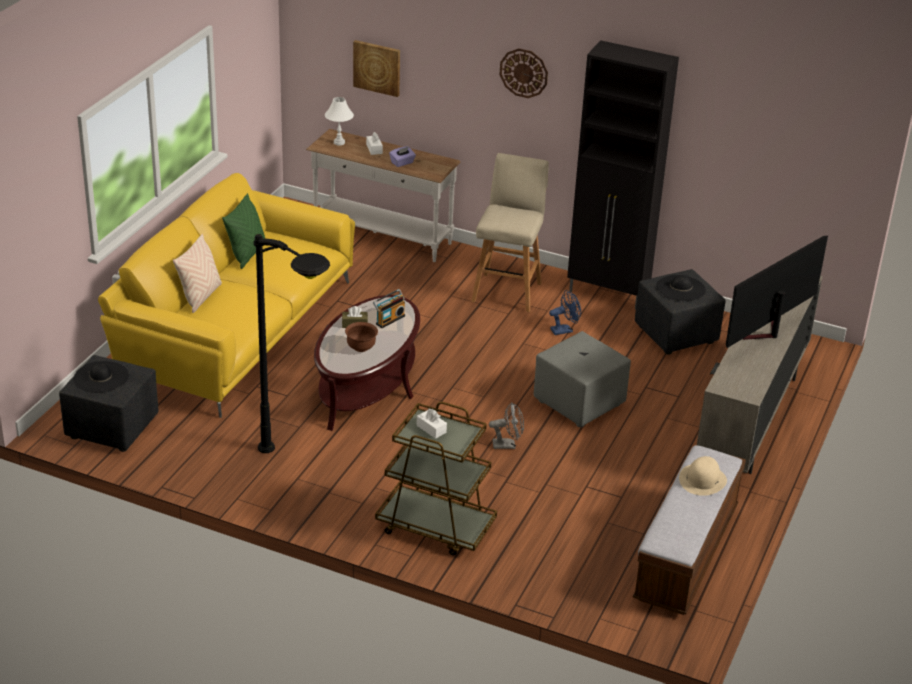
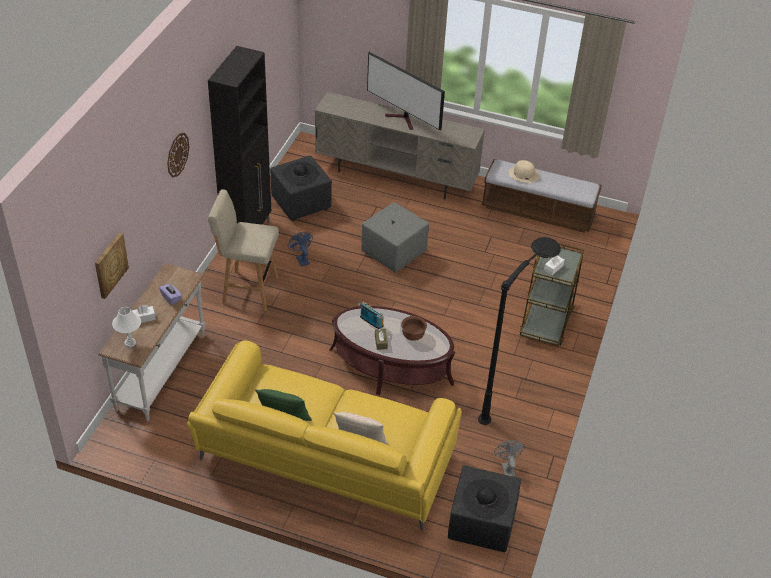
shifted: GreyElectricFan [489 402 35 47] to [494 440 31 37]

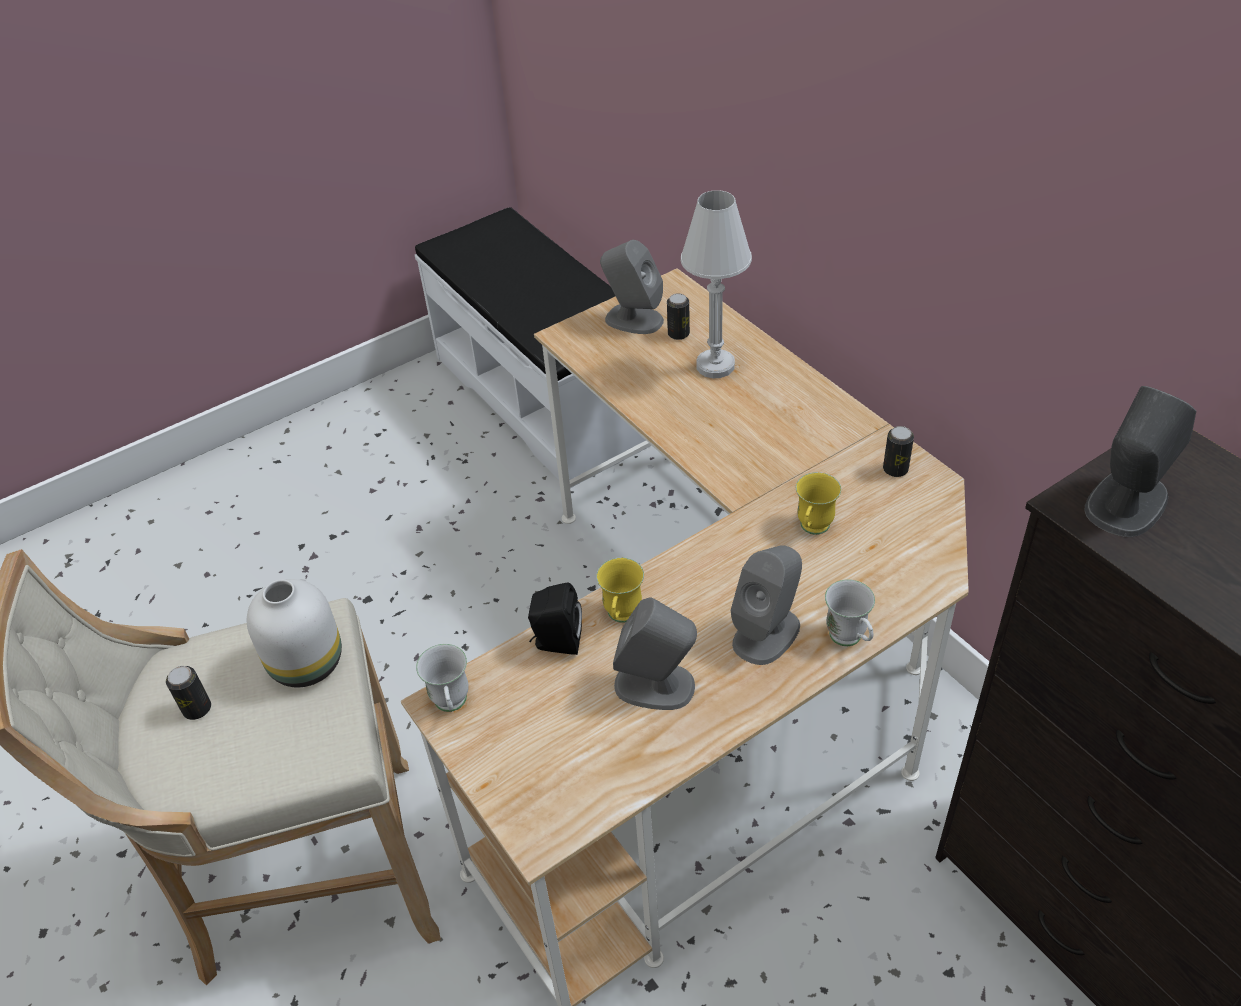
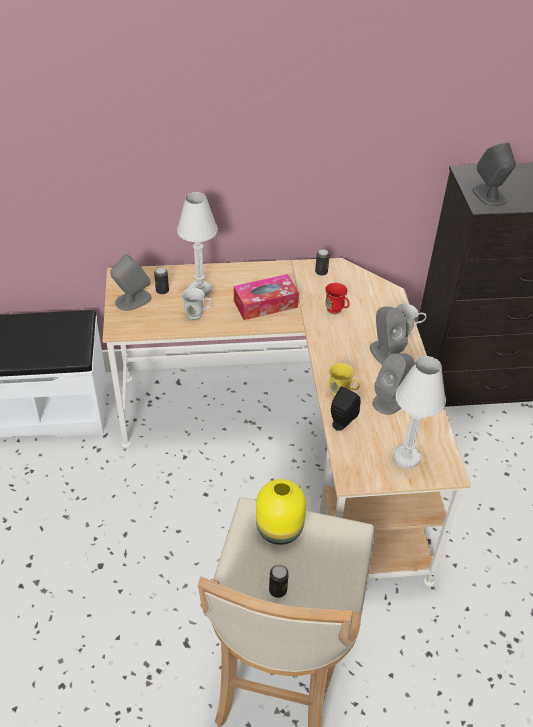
new: TissueHolder [234 274 65 46]; WhiteColouredTabletopLamp [393 356 53 113]
shifted: WhiteColouredCoffeeMug [416 644 53 68] to [181 288 32 32]
repainted: WhiteColouredFlowerVase [247 579 95 108] to YellowColouredFlowerVase [256 479 50 66]; YellowColouredCoffeeMug [796 472 45 63] to ReddishCoffeeMug [325 282 25 33]

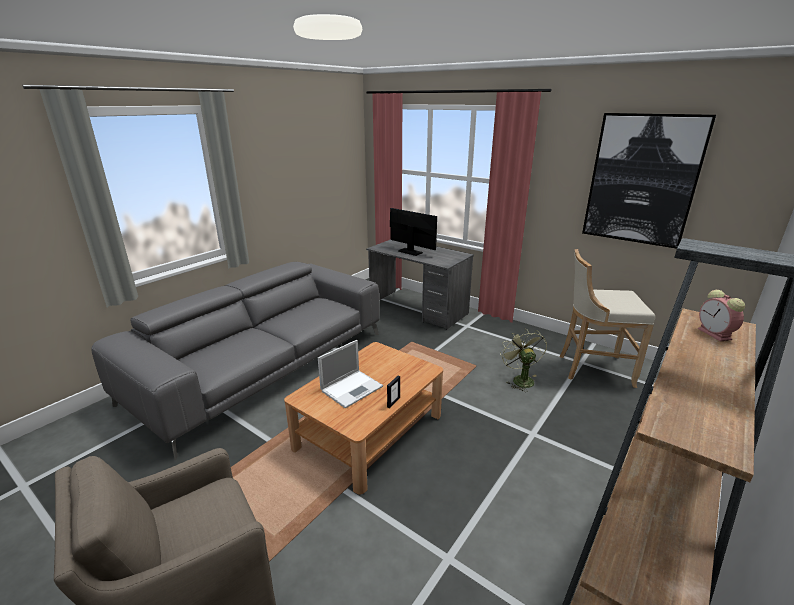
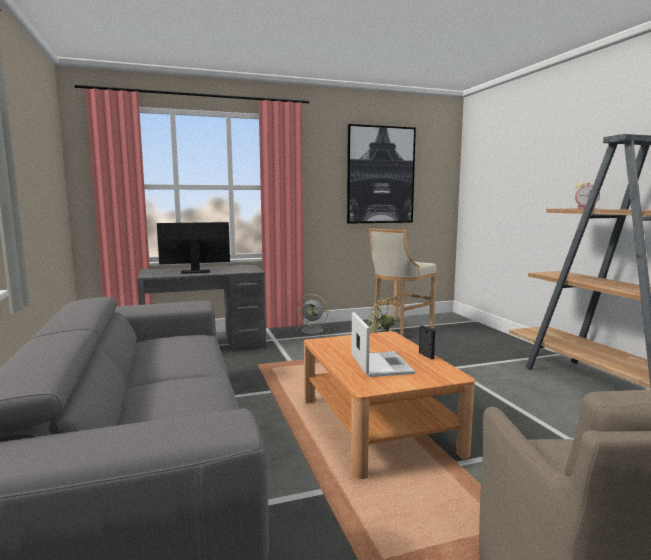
new: GreyElectricFan [297 294 32 41]

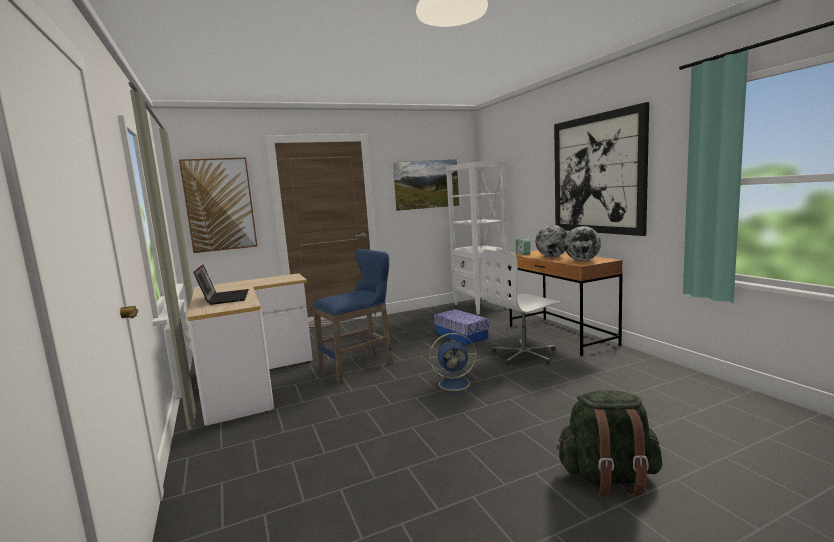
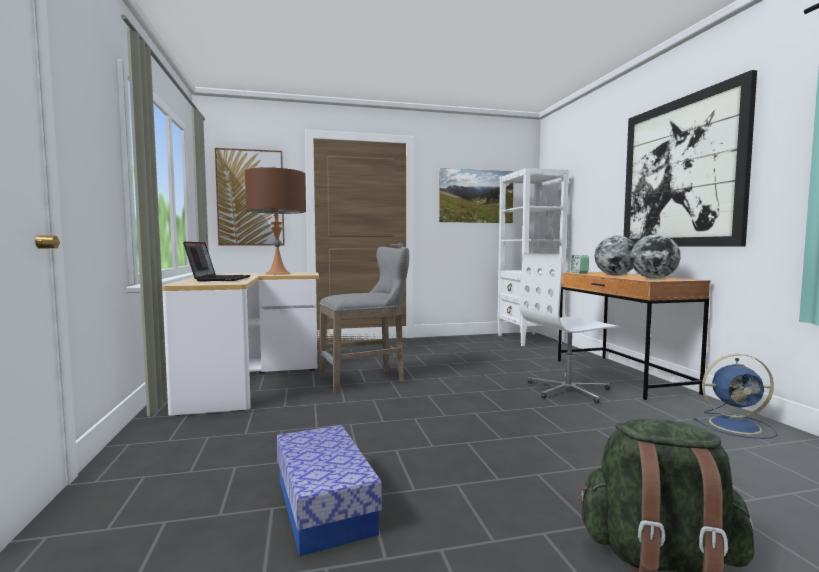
new: BrownColouredTabletopLamp [245 168 61 107]
shifted: BluishElectricFan [429 333 49 61] to [693 354 84 85]; StorageBox [434 309 55 36] to [277 425 105 131]
repainted: BluishStool [312 249 81 134] to GreyStool [319 247 90 146]

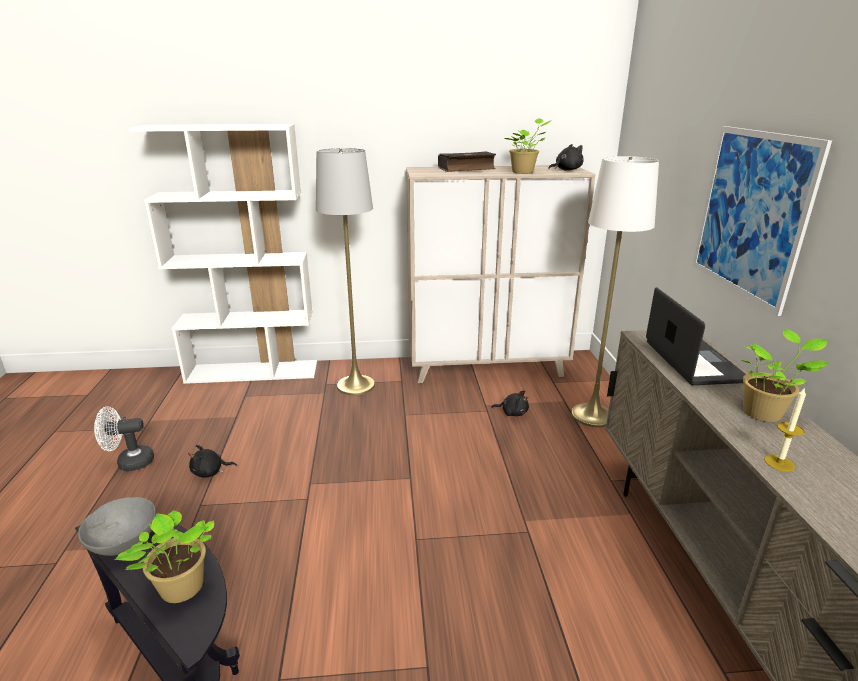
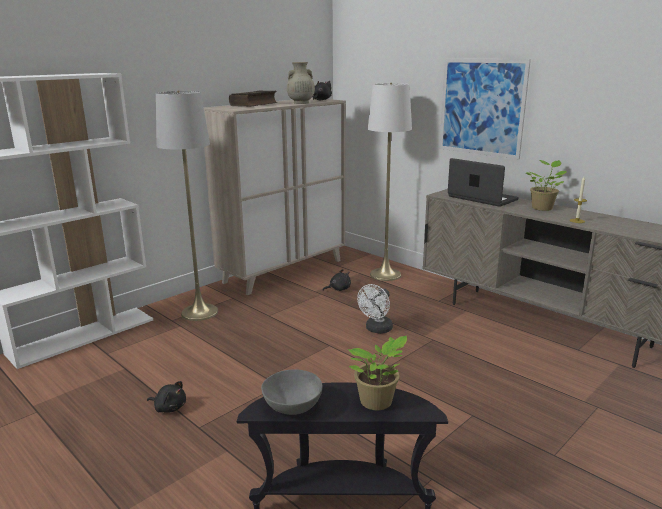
shifted: WhiteColouredElectricFan [94 406 60 65] to [357 284 36 50]
swapped: PottedPlant [504 118 48 56] to BeigeColouredFlowerVase [287 62 28 42]
rotated: BlackColouredPlushToy [188 445 49 33] = [147 381 39 32] 105 degrees counterclockwise

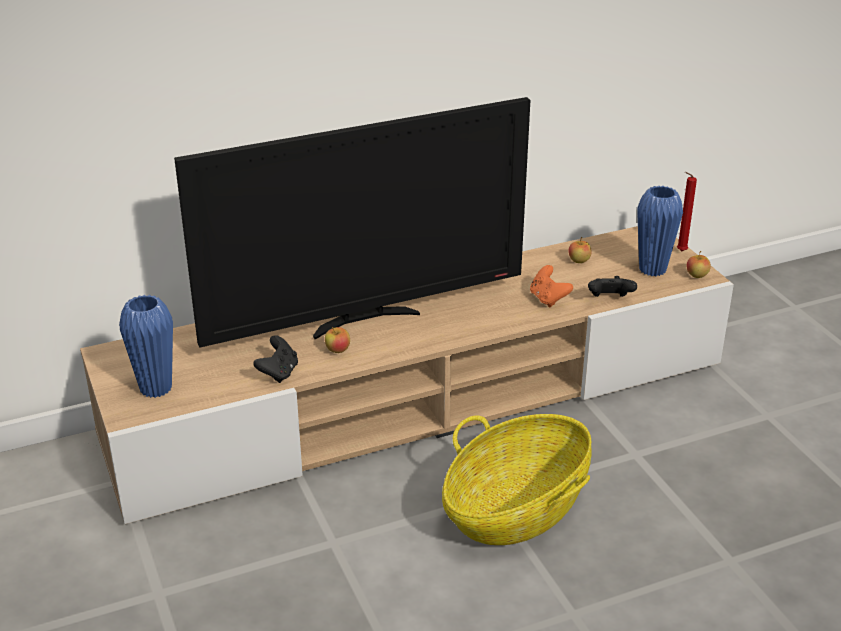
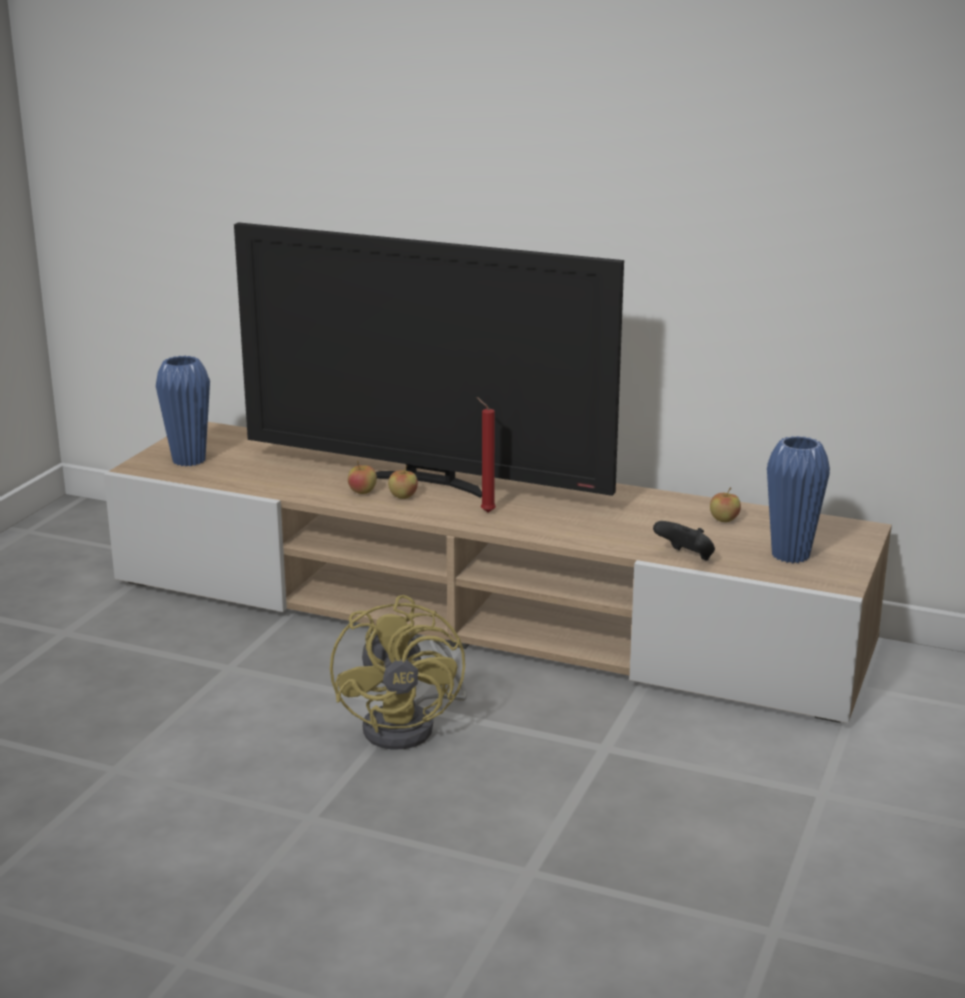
gone: BlackColouredJoypad [253 335 45 48]; OrangeyJoypad [530 265 43 42]
shifted: ReddishWaxCandle [677 172 20 79] to [476 397 20 116]; Apple [687 251 24 27] to [388 465 30 34]
swapped: Basket [442 414 149 131] to YellowColouredElectricFan [330 595 137 155]

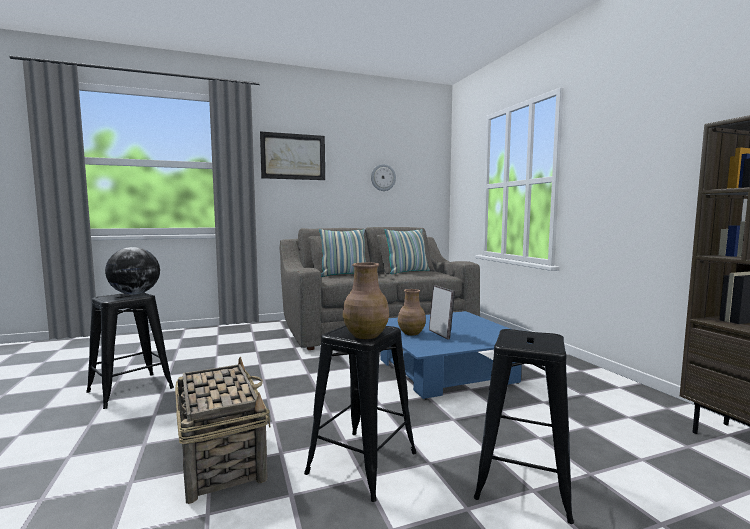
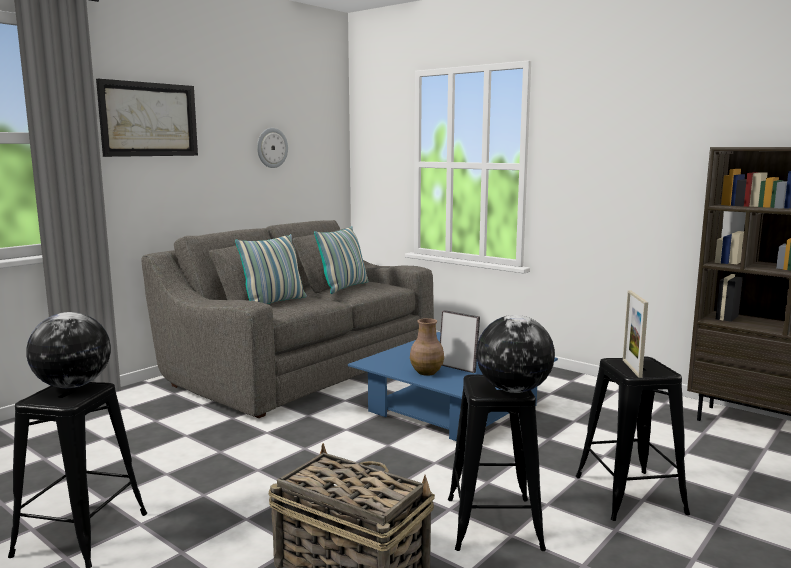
new: PictureFrame [623 290 25 88]
swapped: BrownColouredFlowerVase [343 262 46 77] to WorldGlobe [476 315 79 78]

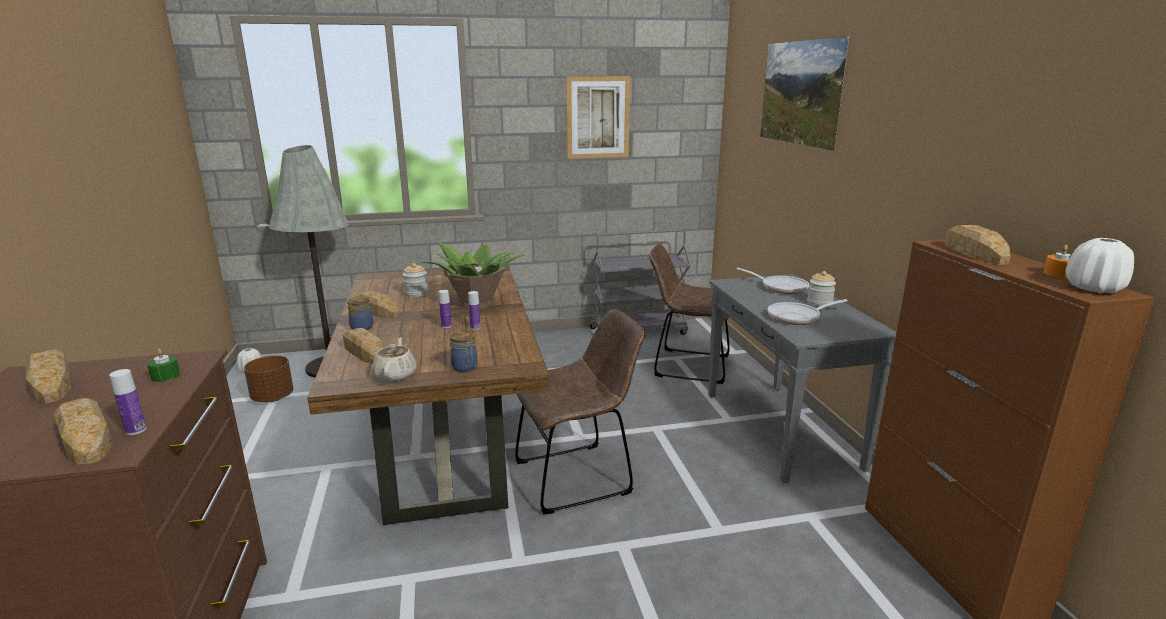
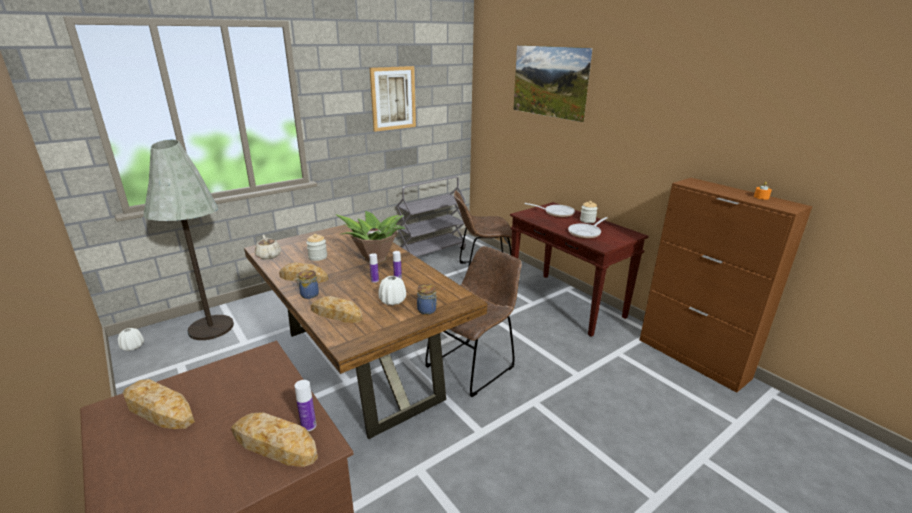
gone: GreenColouredWaxCandle [147 349 33 33]; BrownColouredPlanter [244 356 50 46]; Bread [944 225 67 40]
shifted: BeigeColouredPotForTea [372 337 44 45] to [255 235 26 25]; WhiteColouredFlowerVase [1066 238 68 55] to [378 276 28 29]
repainted: GreyNarrowTable [708 274 189 209] to BrownColouredNarrowTable [510 202 139 135]

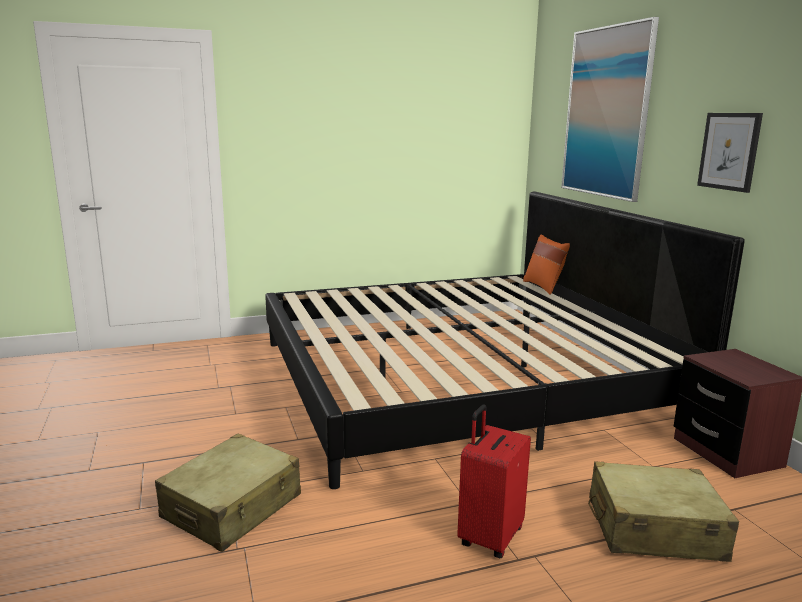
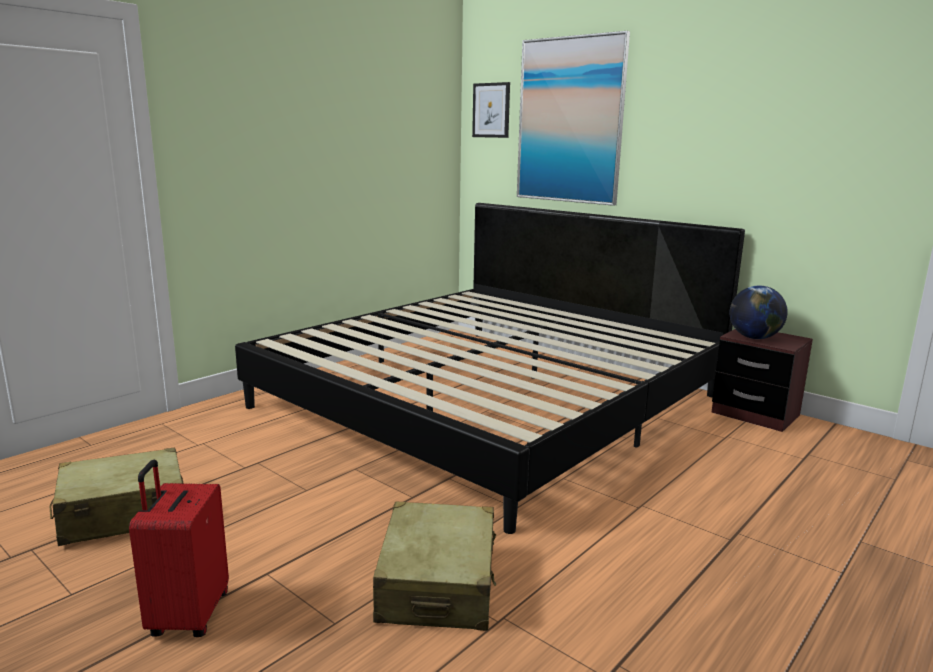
gone: OrangeyThrowPillow [523 235 47 60]
new: WorldGlobe [730 285 58 54]
shifted: ReddishSuitcase [457 405 74 153] to [129 460 100 177]; BeigeColouredSuitcase [588 461 151 101] to [50 448 134 98]; Picture [697 113 66 80] to [472 82 38 56]

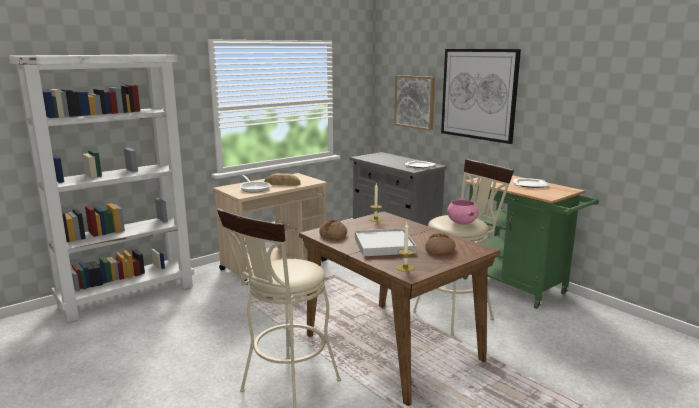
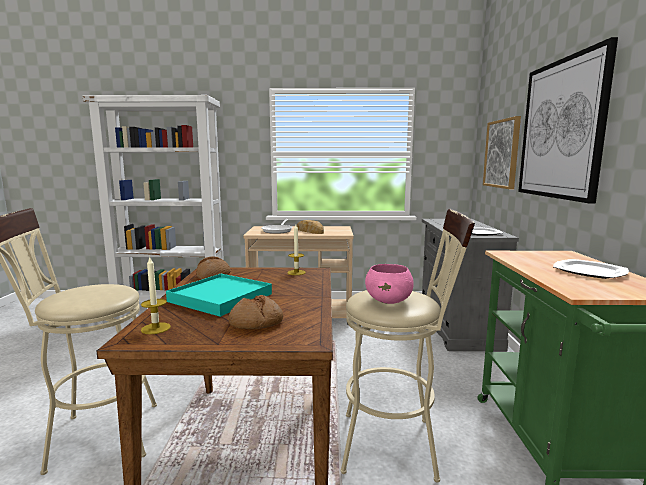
repainted: WhiteColouredTray [355 228 61 28] to TurquoiseTray [166 274 106 43]

